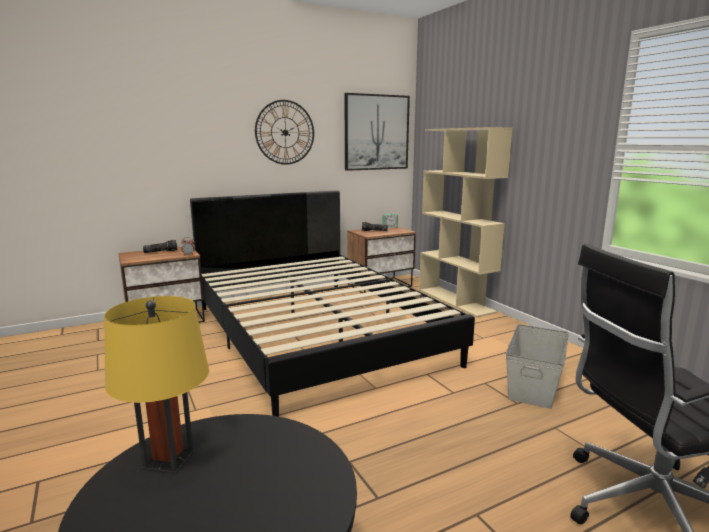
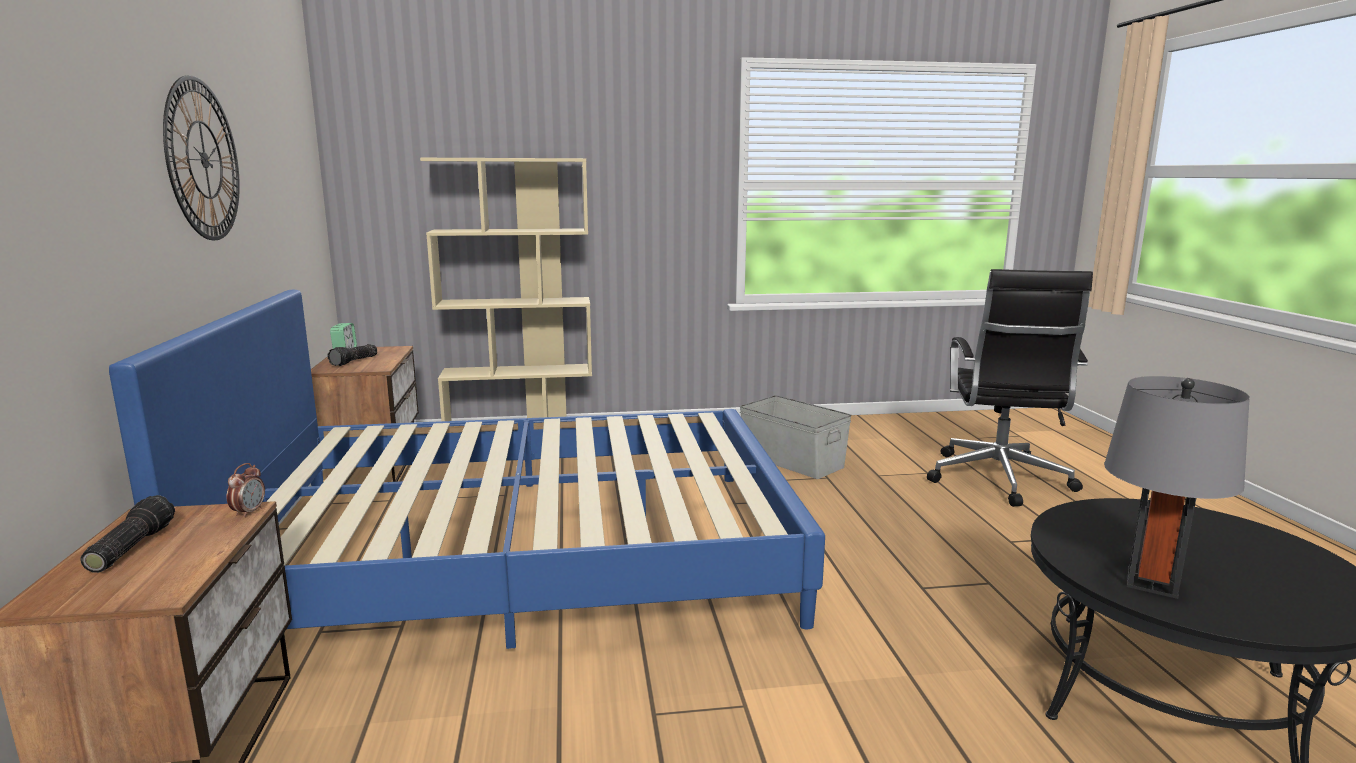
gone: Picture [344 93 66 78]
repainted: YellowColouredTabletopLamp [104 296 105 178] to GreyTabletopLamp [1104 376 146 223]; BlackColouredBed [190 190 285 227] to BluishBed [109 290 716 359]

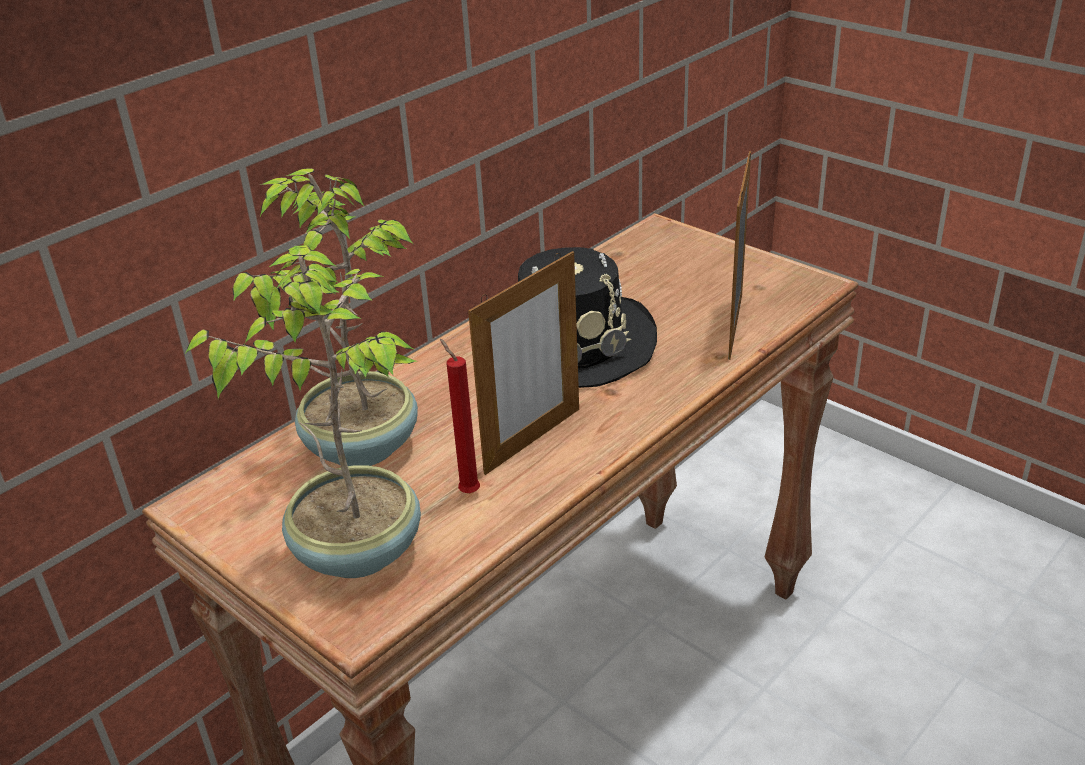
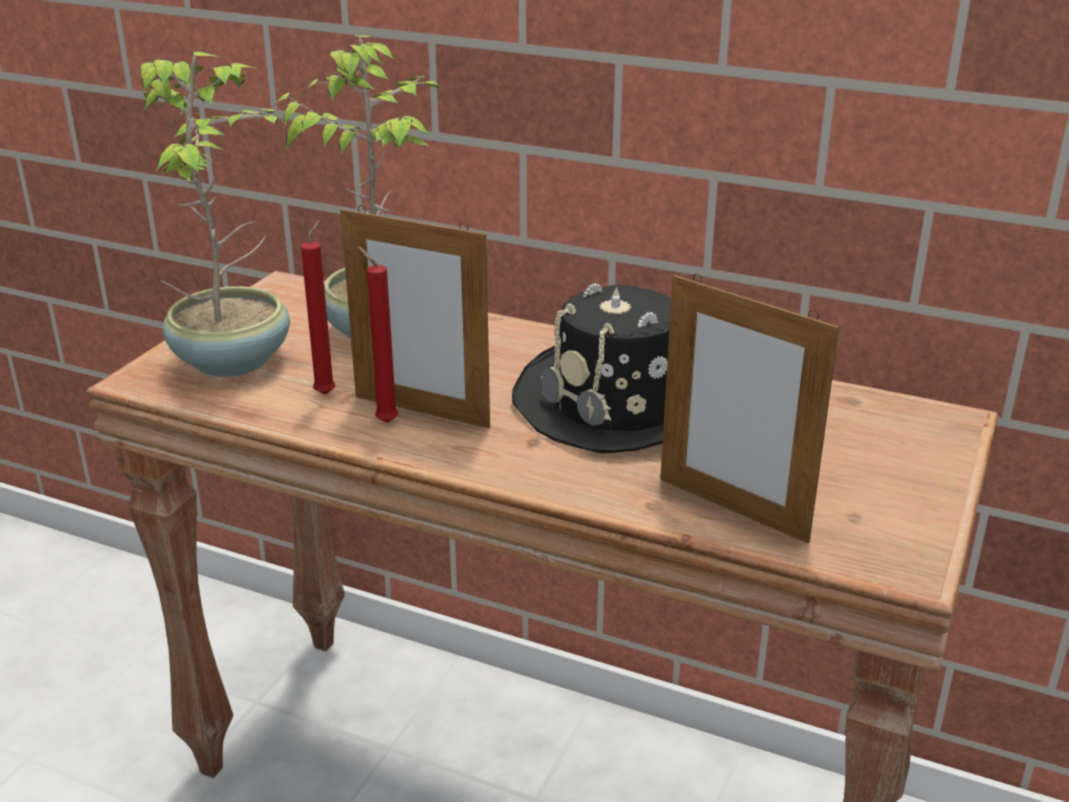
new: ReddishWaxCandle [357 246 41 177]
rotated: PictureFrame [728 151 23 209] = [660 274 179 269] 135 degrees counterclockwise

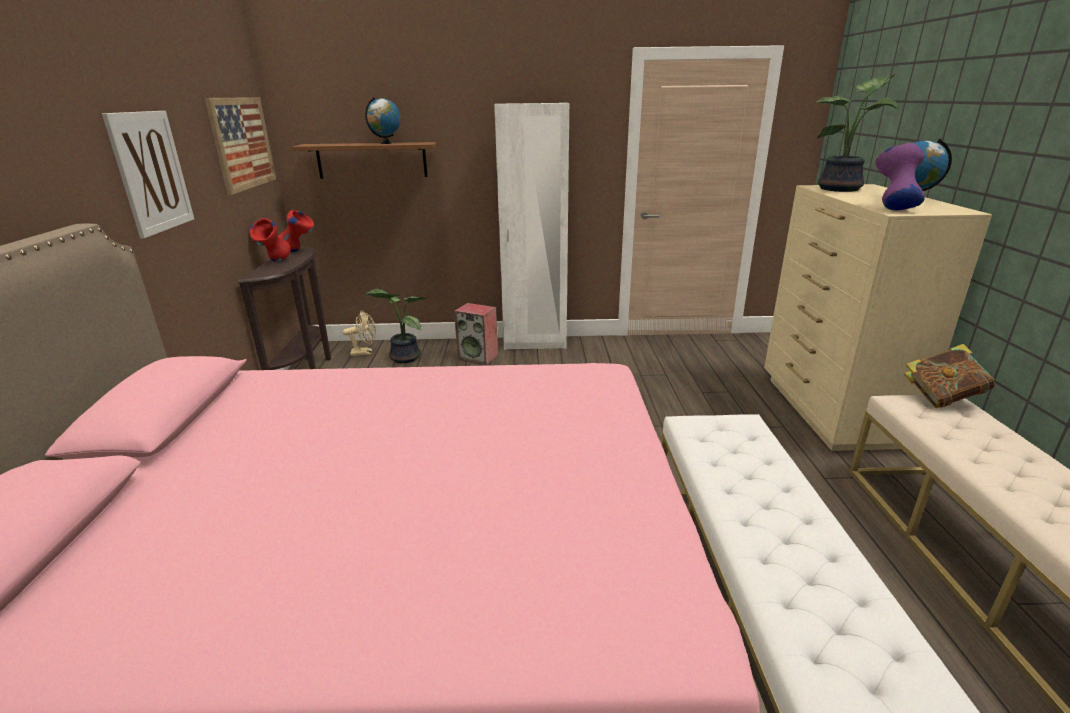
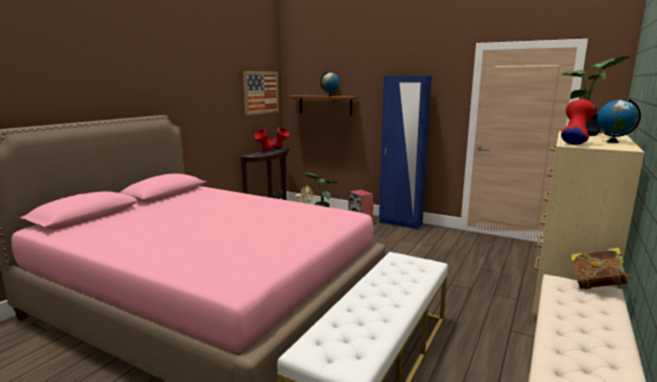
gone: Picture [102 111 92 128]
repainted: WhiteColouredClothesCupboard [494 103 75 247] to BluishClothesCupboard [379 76 53 153]; PurpleFlowerVase [876 143 49 67] to ReddishFlowerVase [561 99 36 46]

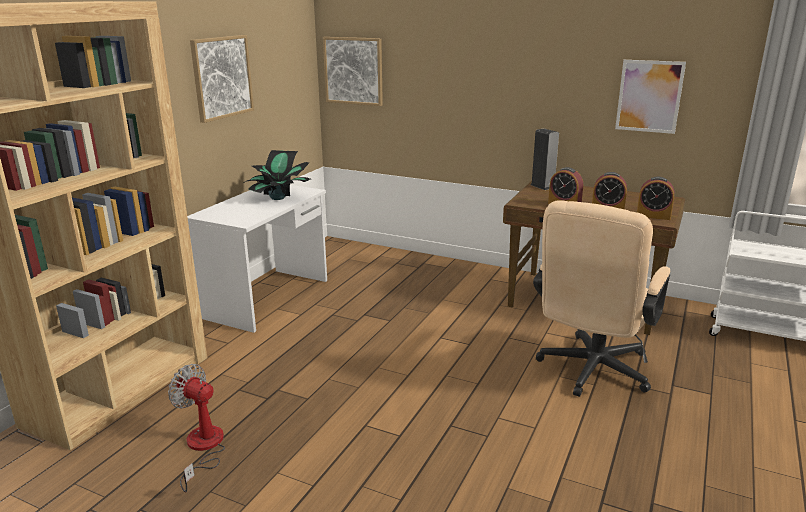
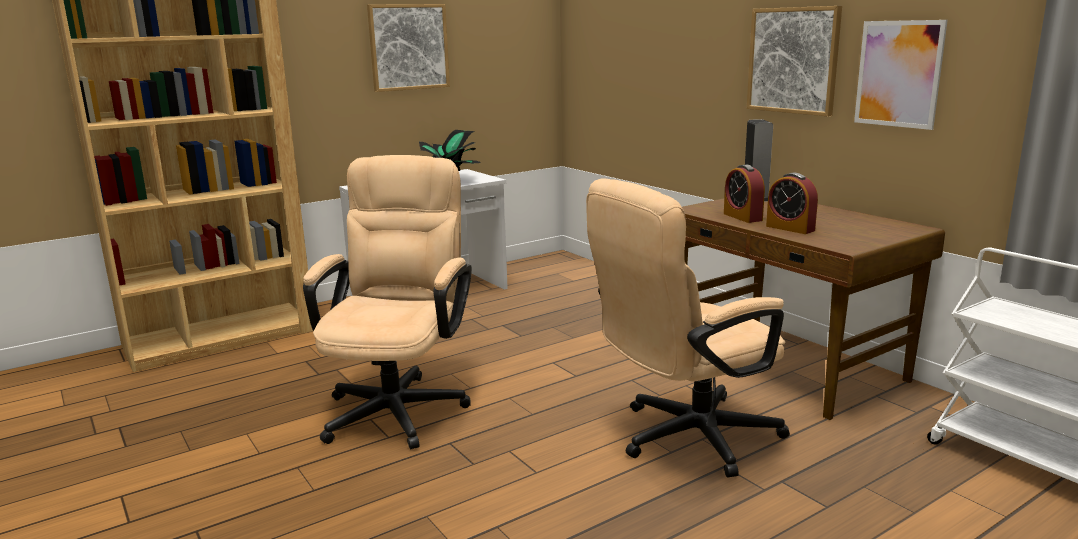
gone: ElectricFan [168 364 57 128]; BedsideClock [637 177 37 43]
new: BeigeColouredComputerChair [303 155 169 295]
shifted: Picture [323 37 60 69] to [747 6 95 110]

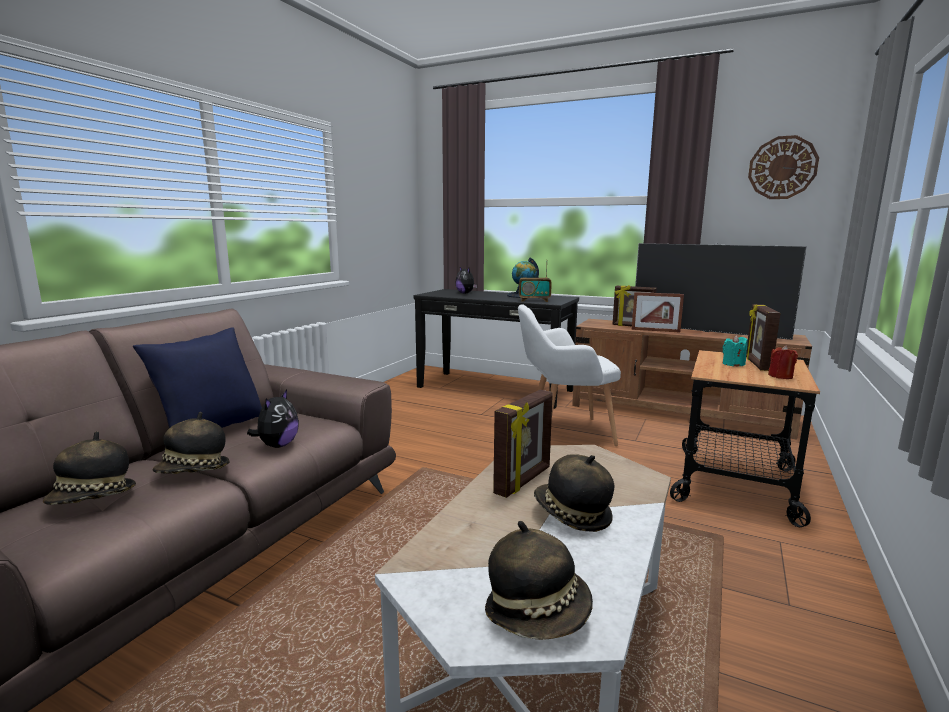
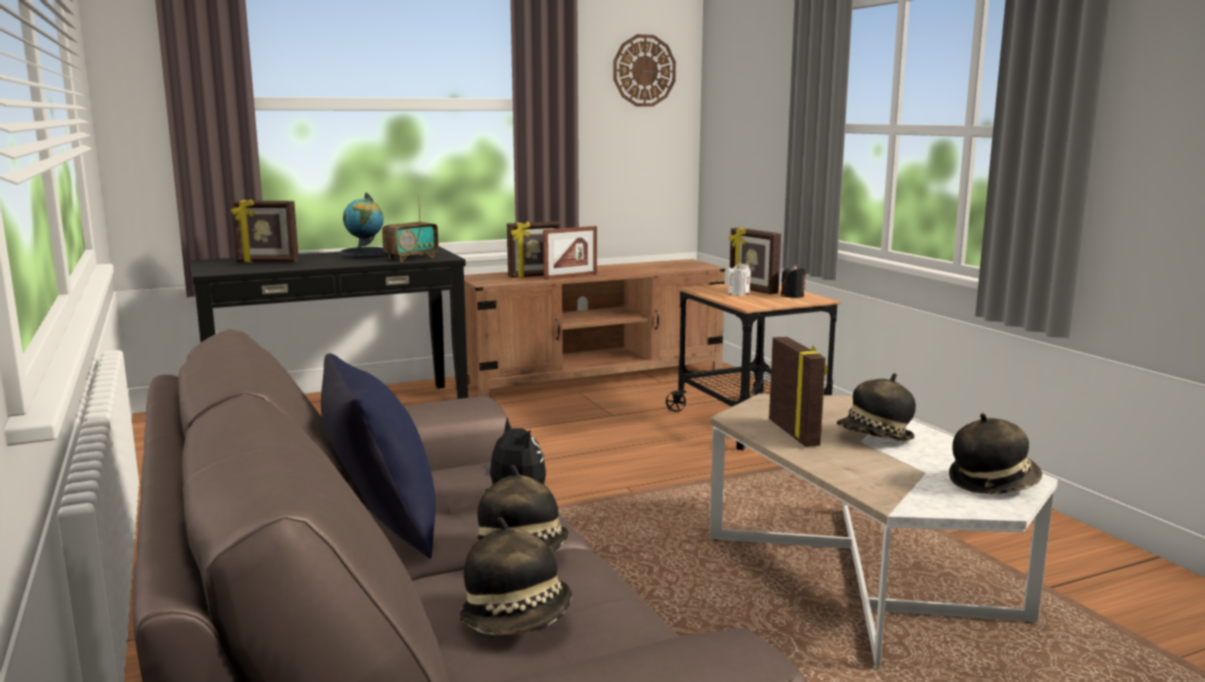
gone: WhiteColouredEasyChair [518 304 103 142]; TvSet [635 243 172 97]
swapped: PlushToy [455 267 22 27] to PictureFrame [231 199 68 64]
repainted: TurquoiseWaxCandle [723 335 25 31] to WhiteColouredWaxCandle [728 263 23 33]; ReddishWaxCandle [768 345 30 34] to BlackColouredWaxCandle [781 265 24 33]

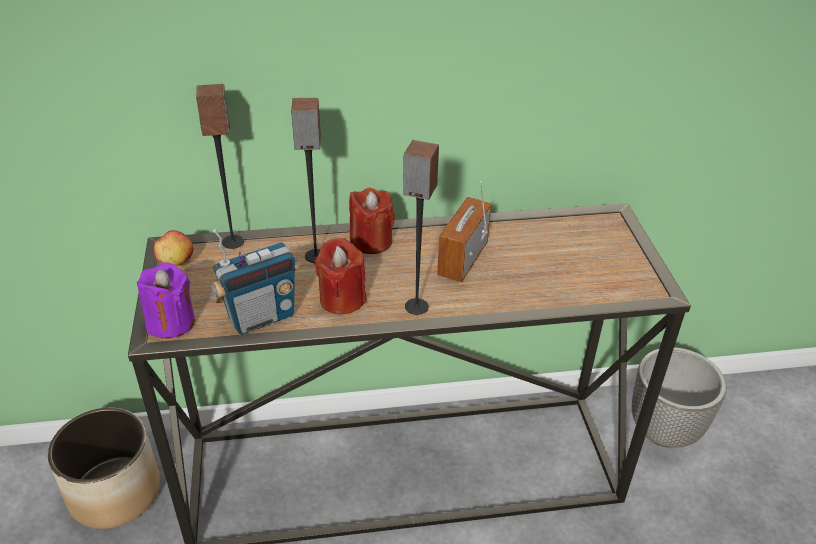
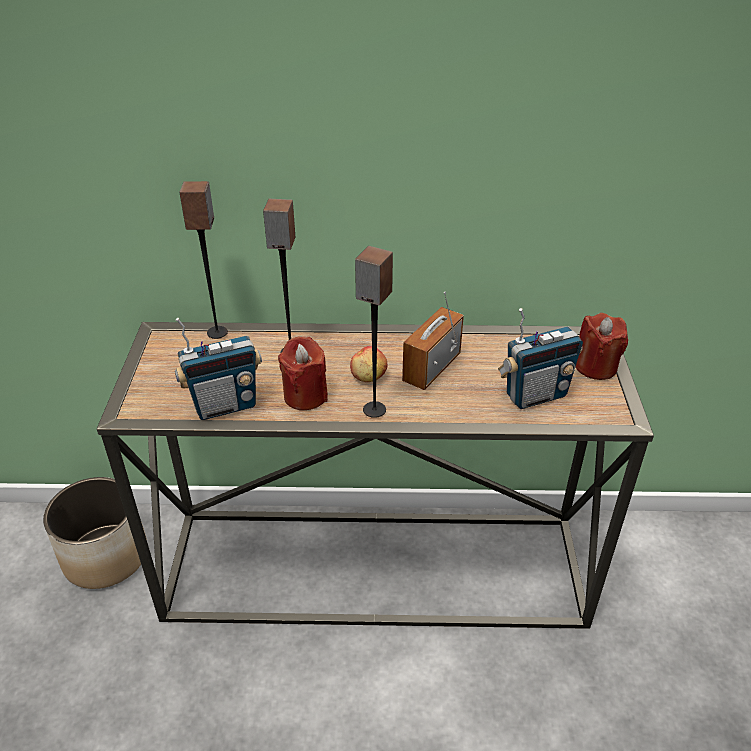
gone: PurpleWaxCandle [137 262 58 77]; Planter [632 347 95 101]
new: RadioReceiver [498 308 85 101]
shifted: Apple [154 230 39 36] to [350 346 37 36]; ReddishWaxCandle [349 188 46 66] to [576 313 52 67]

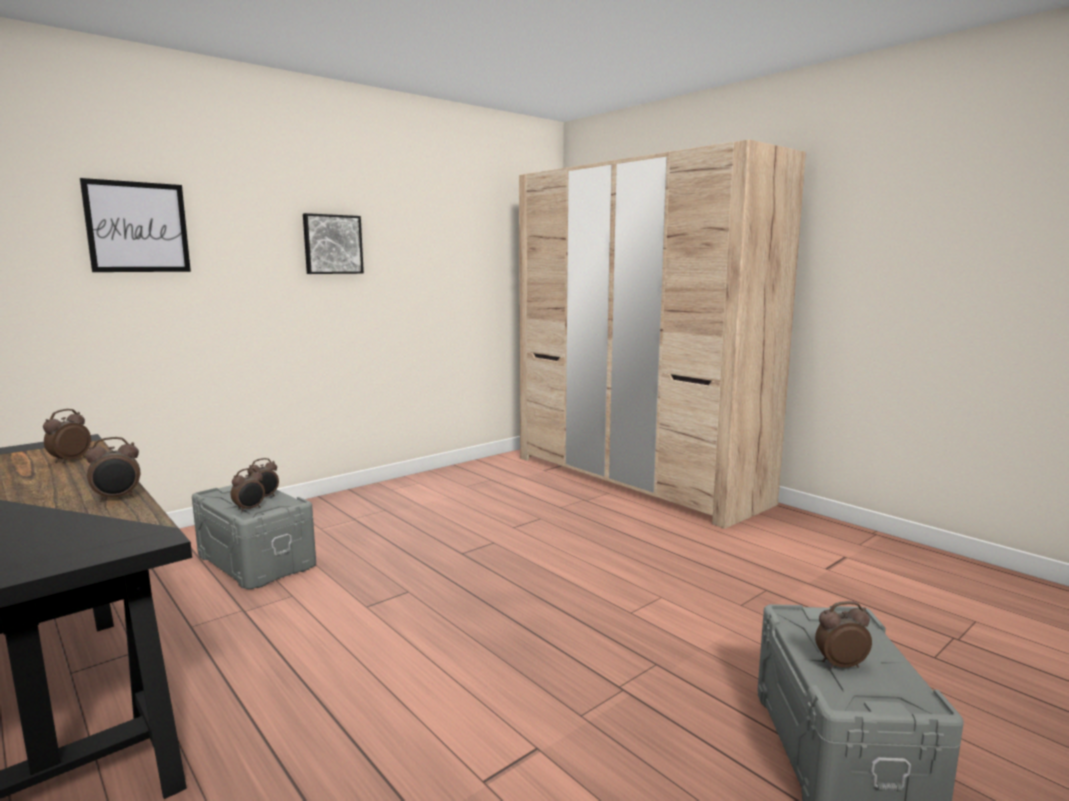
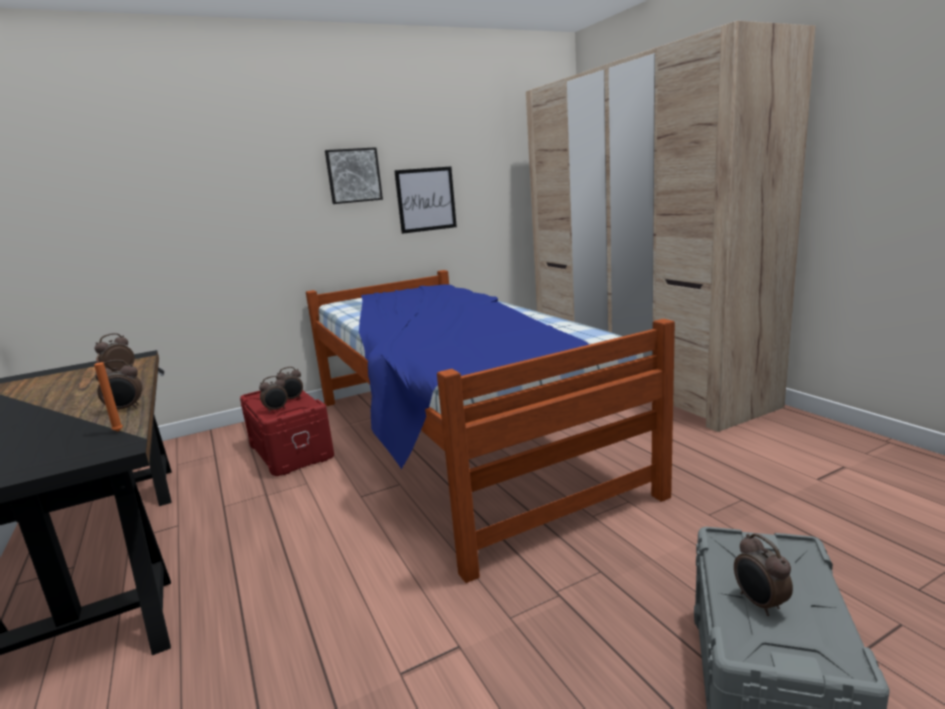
new: OrangeyWaxCandle [94 354 29 78]; Bed [306 270 369 313]
shifted: Picture [80 178 111 94] to [394 167 63 67]
repainted: GreyStorageBox [192 485 124 104] to ReddishStorageBox [240 390 94 86]
rotated: BedsideClock [815 601 57 68] = [734 533 59 83] 120 degrees counterclockwise

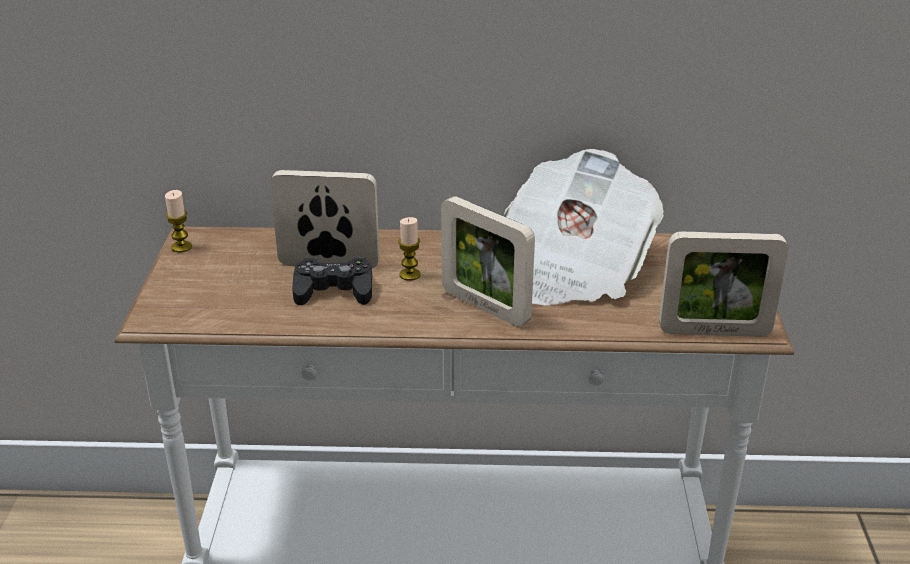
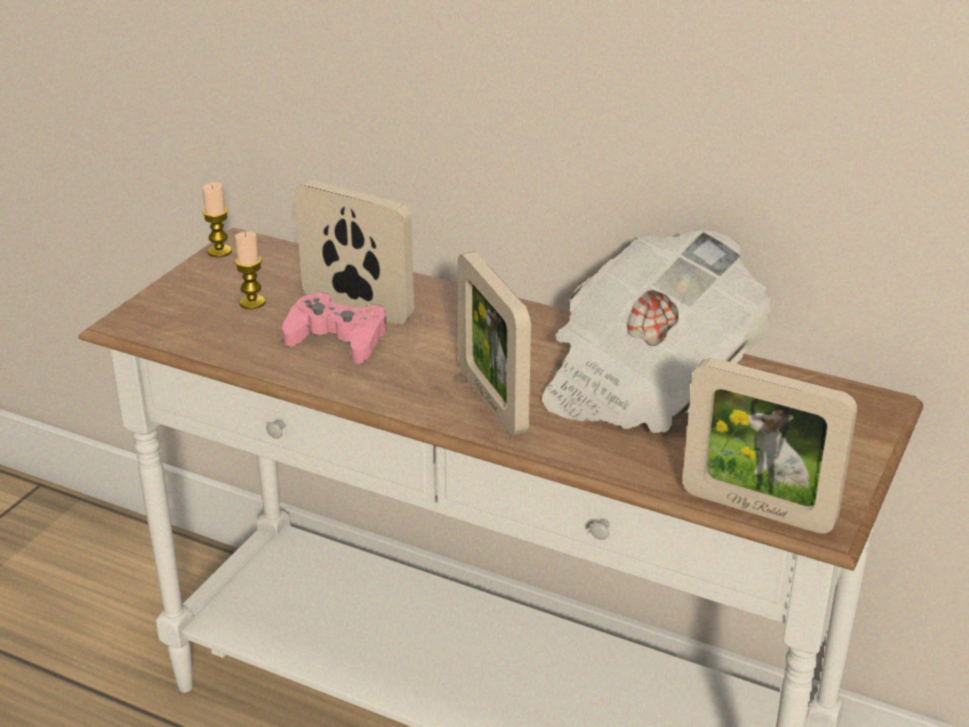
shifted: WaxCandle [398 217 23 64] to [235 232 30 77]
repainted: BlackColouredJoypad [292 257 80 48] to PinkJoypad [282 292 104 71]

